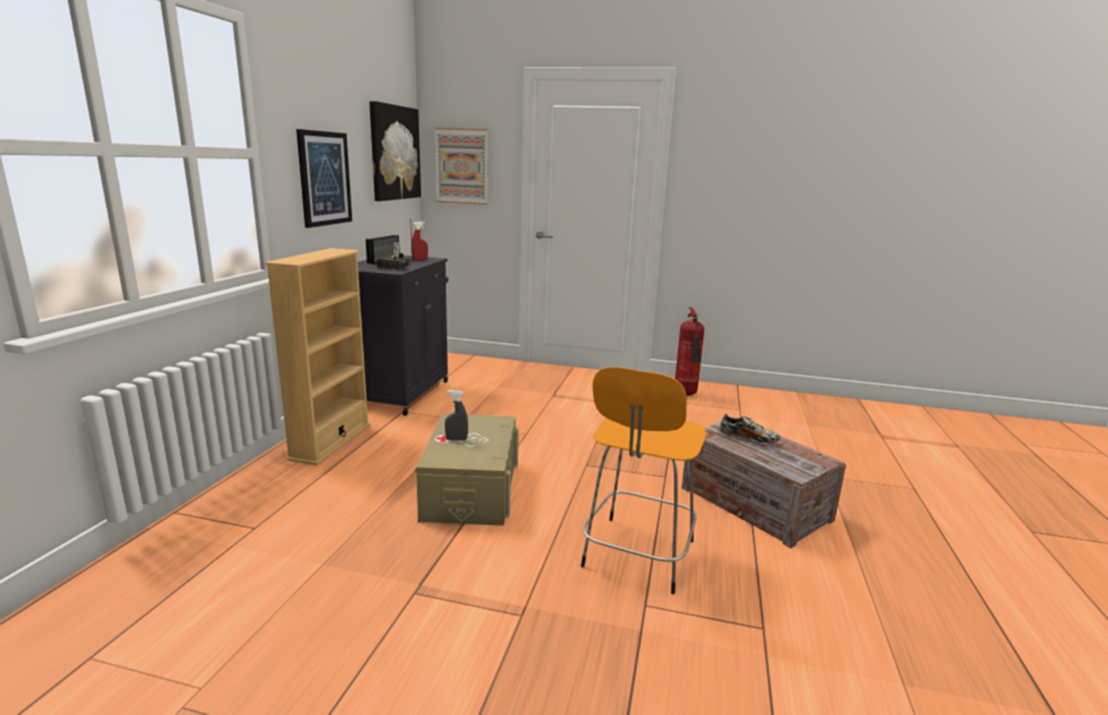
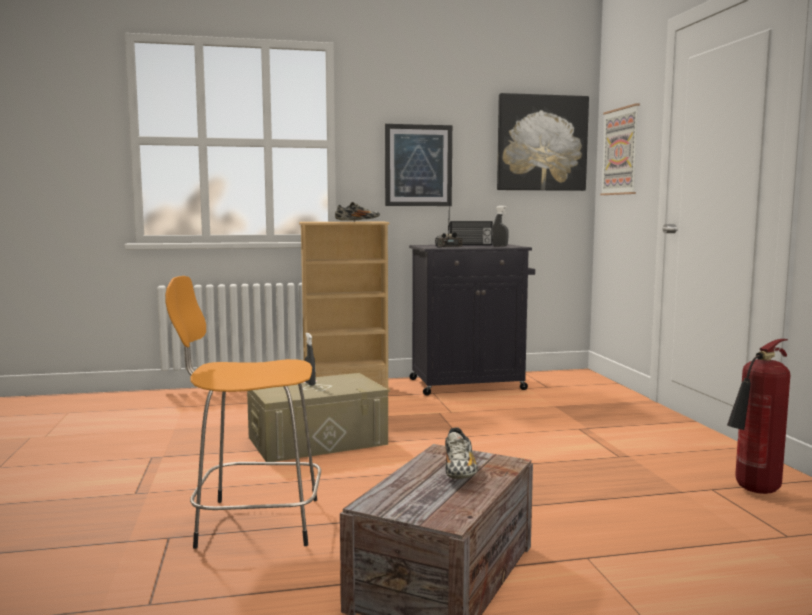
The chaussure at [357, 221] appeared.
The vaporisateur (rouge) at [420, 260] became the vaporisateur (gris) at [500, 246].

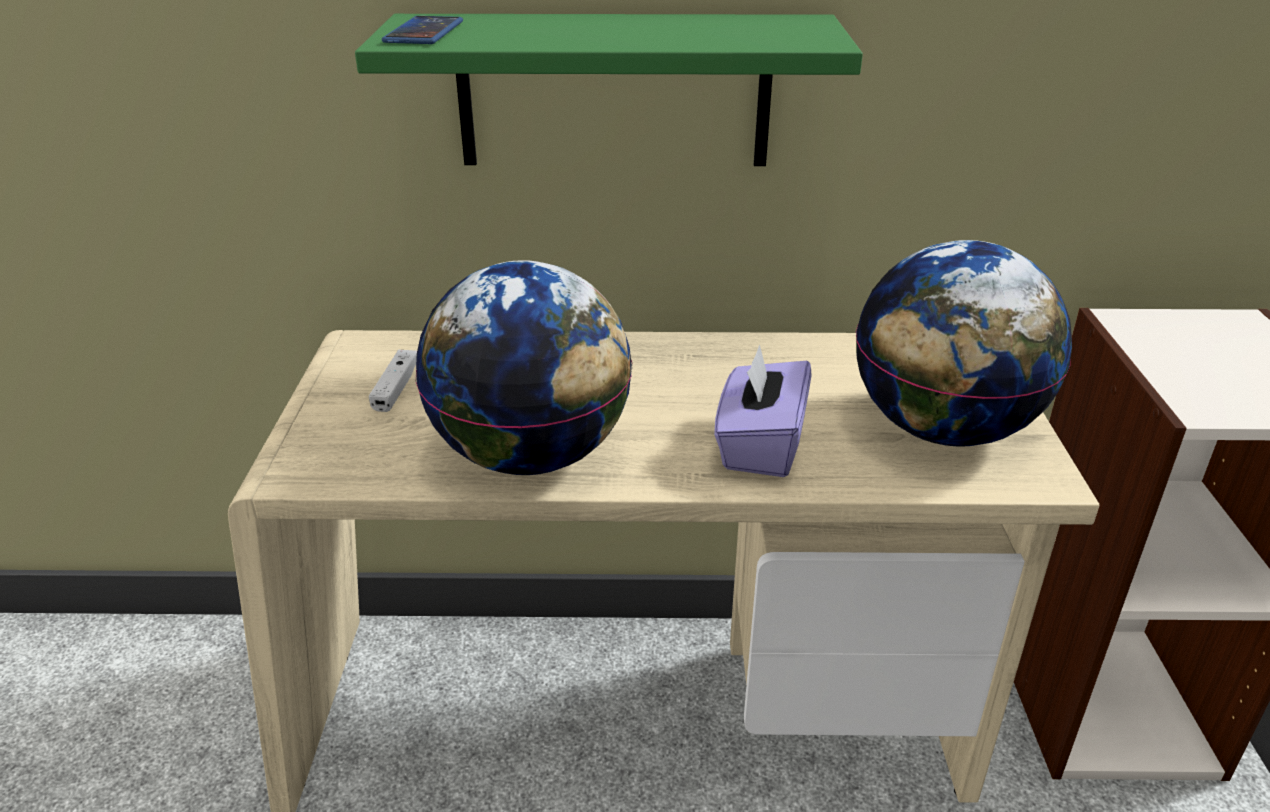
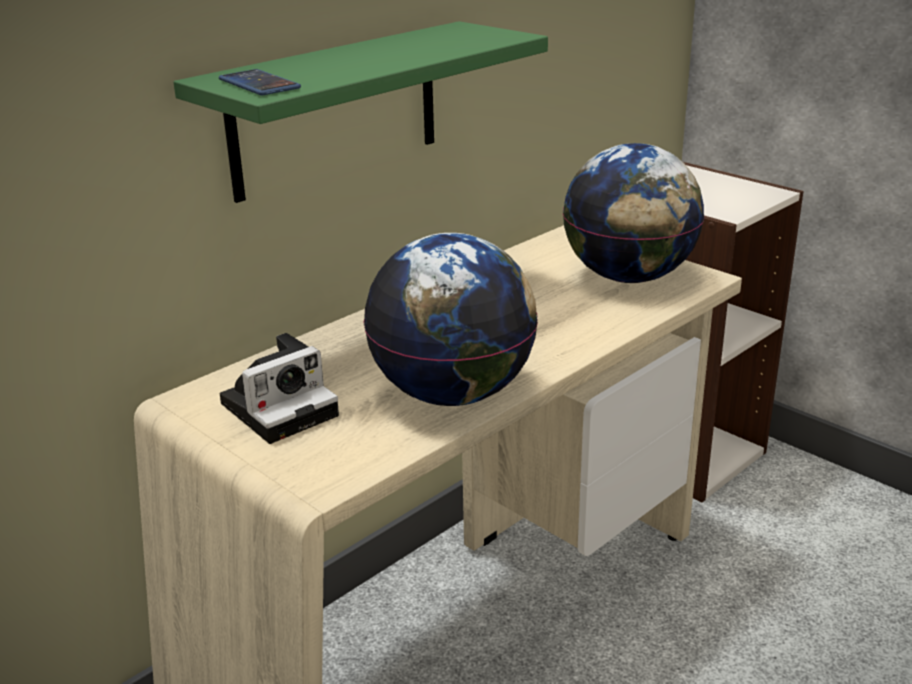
The boîte à mouchoirs (violet) at [759, 446] disappeared.
The manette (blanc) at [396, 388] was replaced by the appareil photo at [282, 407].

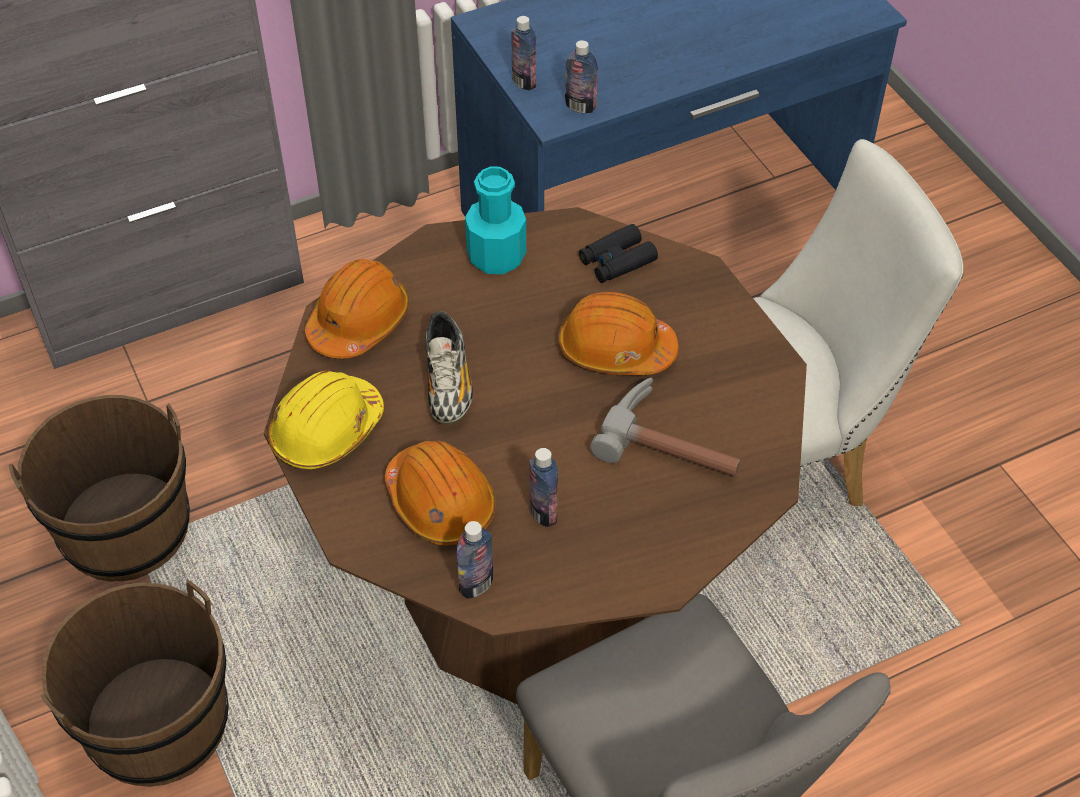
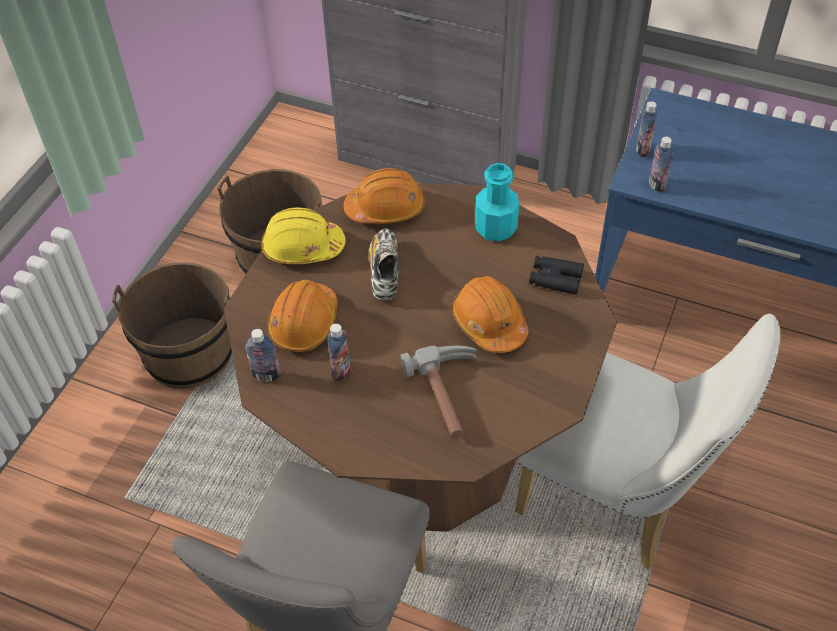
The chaussure at [448, 383] turned 135 degrees clockwise.

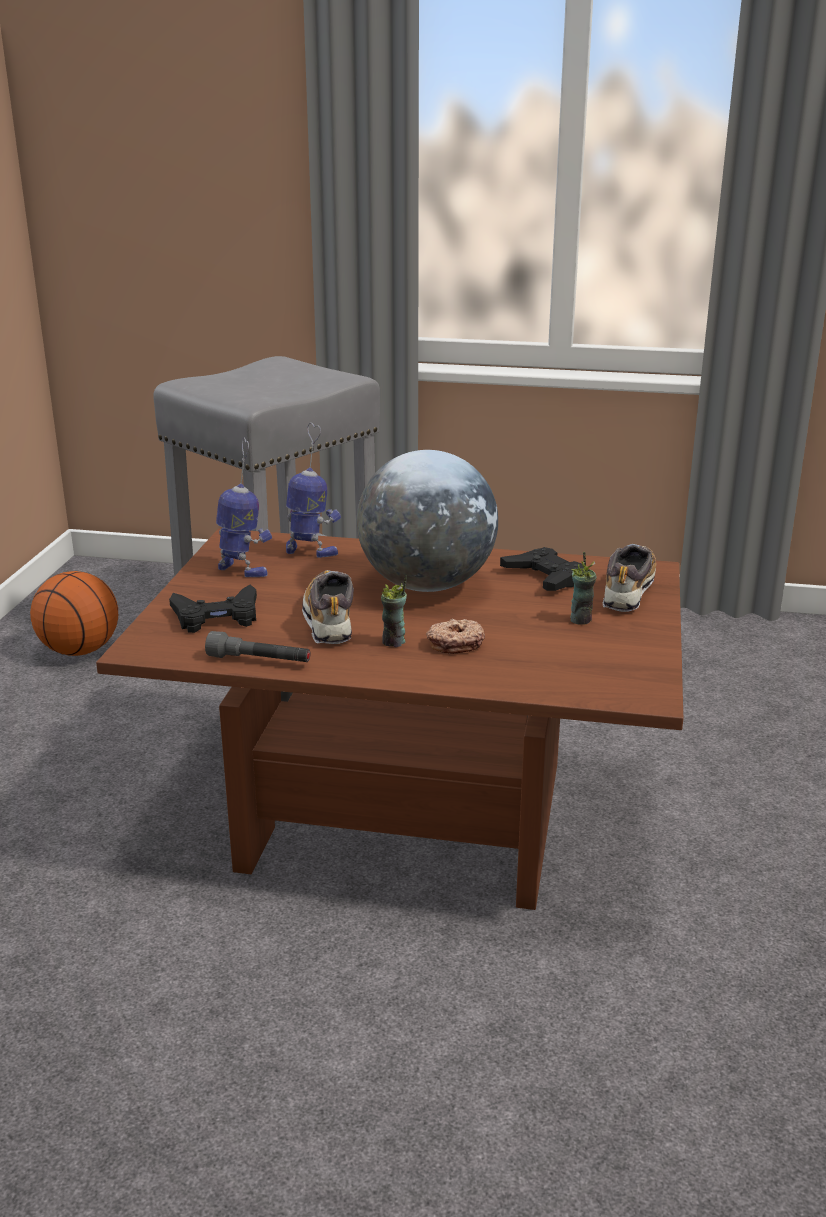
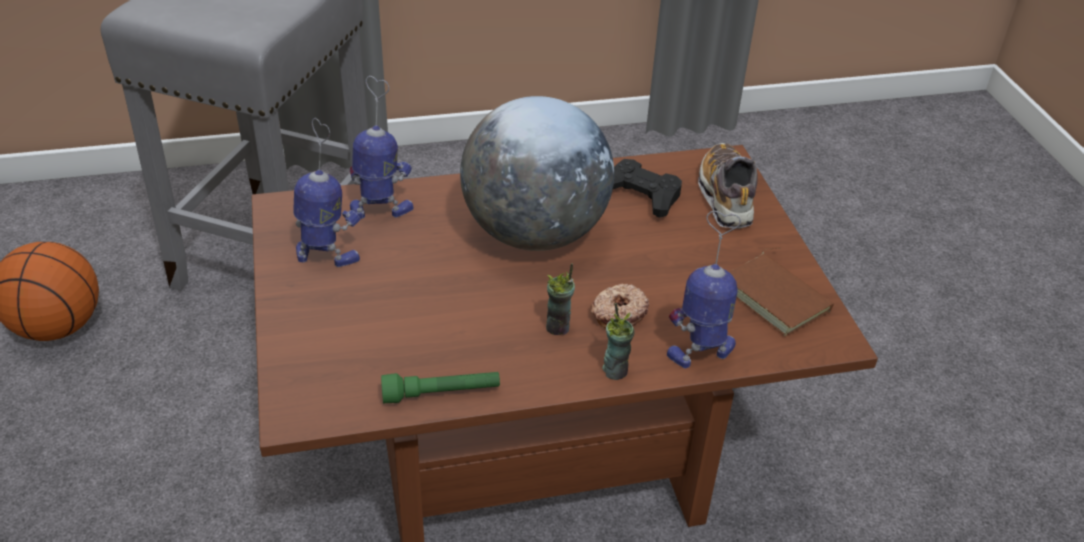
The manette (noir) at [216, 617] disappeared.
The chaussure at [329, 621] disappeared.
The robot jouet at [702, 352] appeared.
The livre (marron) at [777, 297] appeared.
The tasse moved from [581, 619] to [615, 370].
The lampe de poche (gris) at [259, 661] became the lampe de poche (vert) at [441, 394].

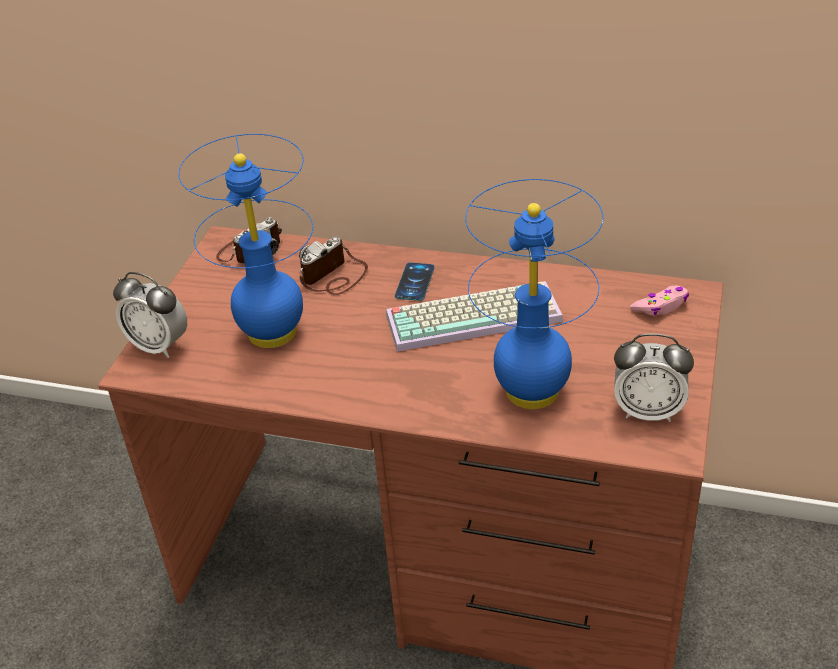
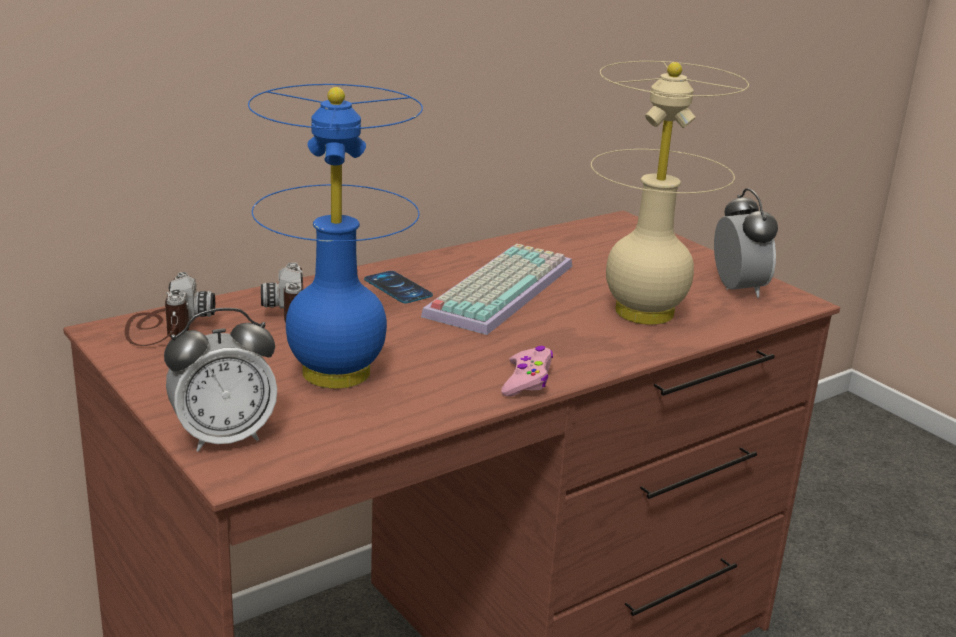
The manette (rose) moved from [661, 306] to [527, 380].
The lampe de table (bleu) at [531, 392] became the lampe de table (beige) at [644, 312].
The réveil at [648, 411] turned 60 degrees counterclockwise.

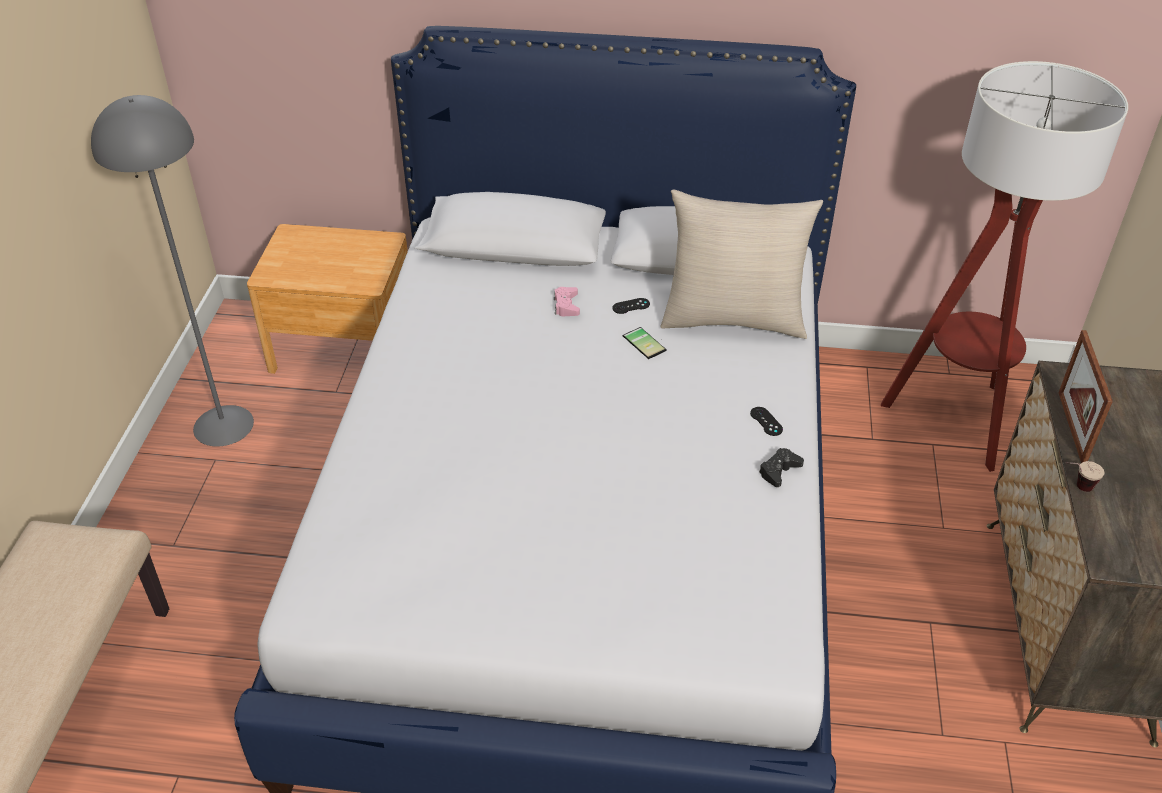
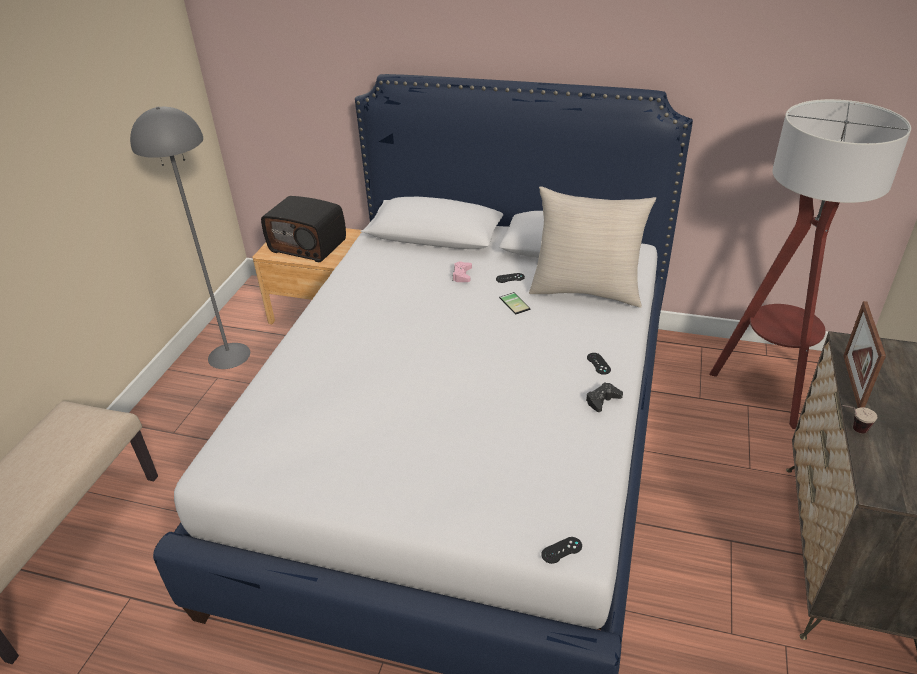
The radio at [309, 245] appeared.
The manette (noir) at [561, 550] appeared.

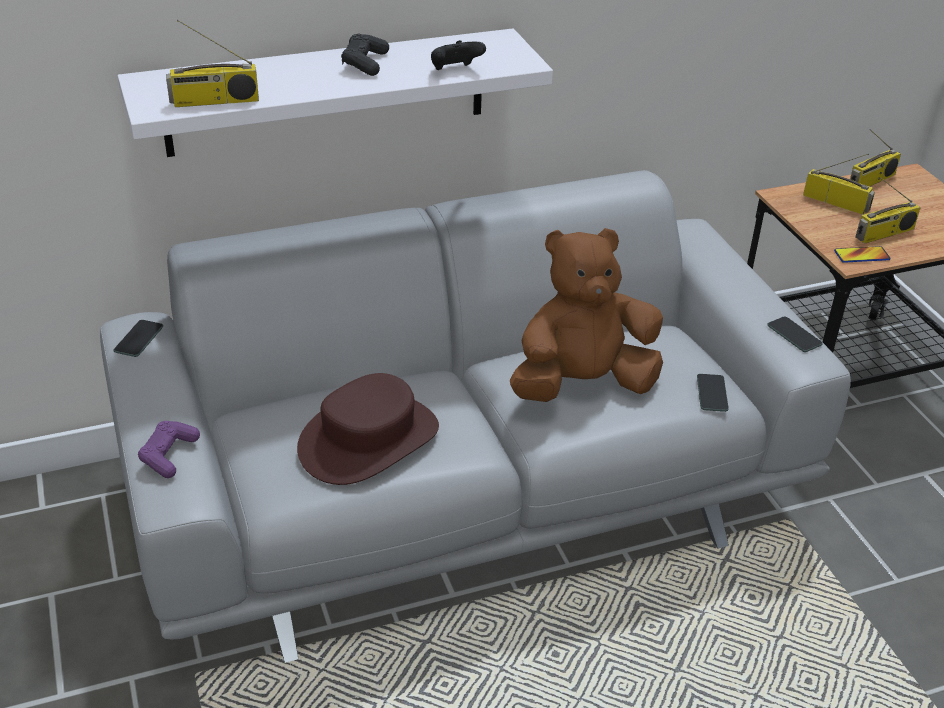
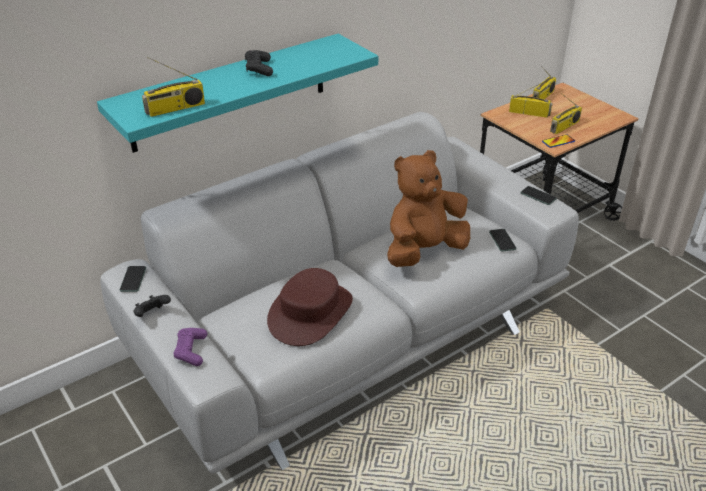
The manette (noir) moved from [455, 71] to [152, 314].
The étagère (blanc) at [327, 92] became the étagère (turquoise) at [230, 92].

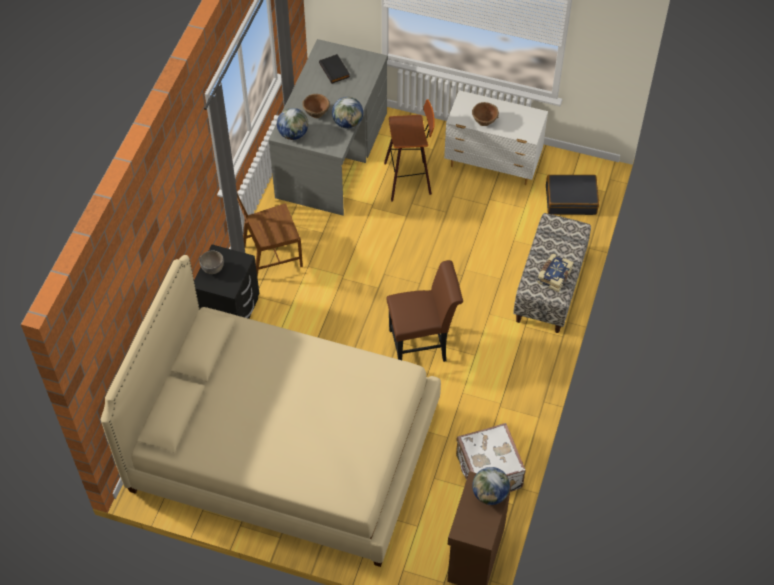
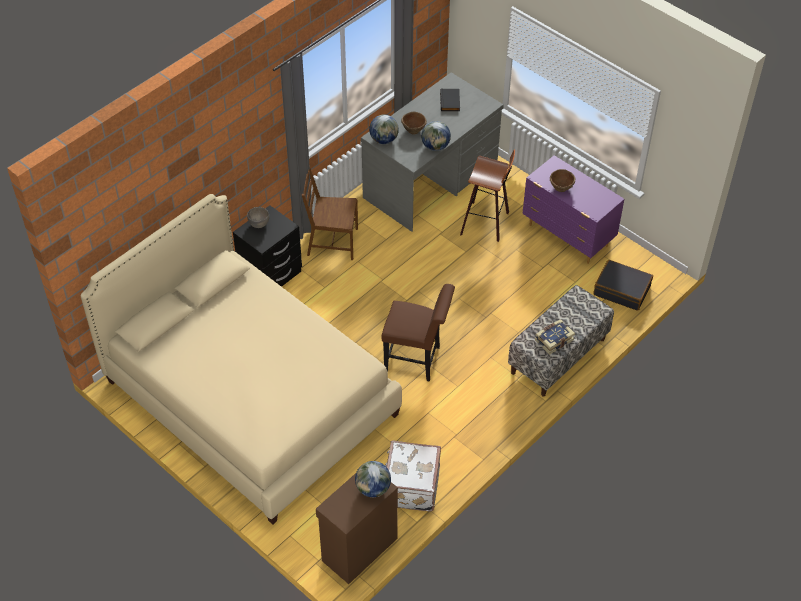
The commode (blanc) at [493, 165] became the commode (violet) at [568, 236].

